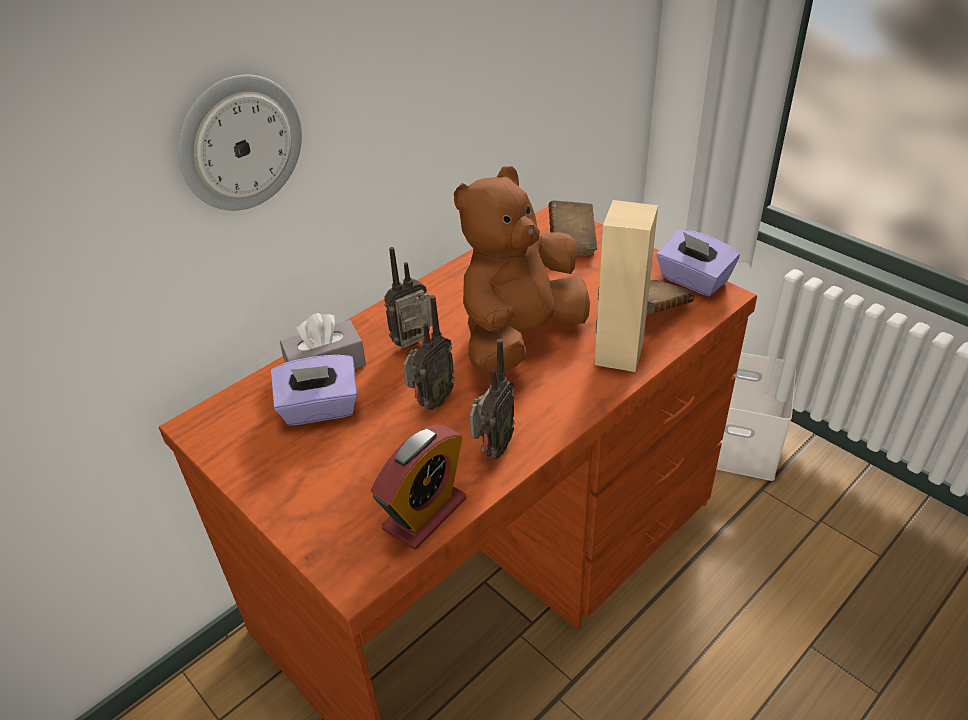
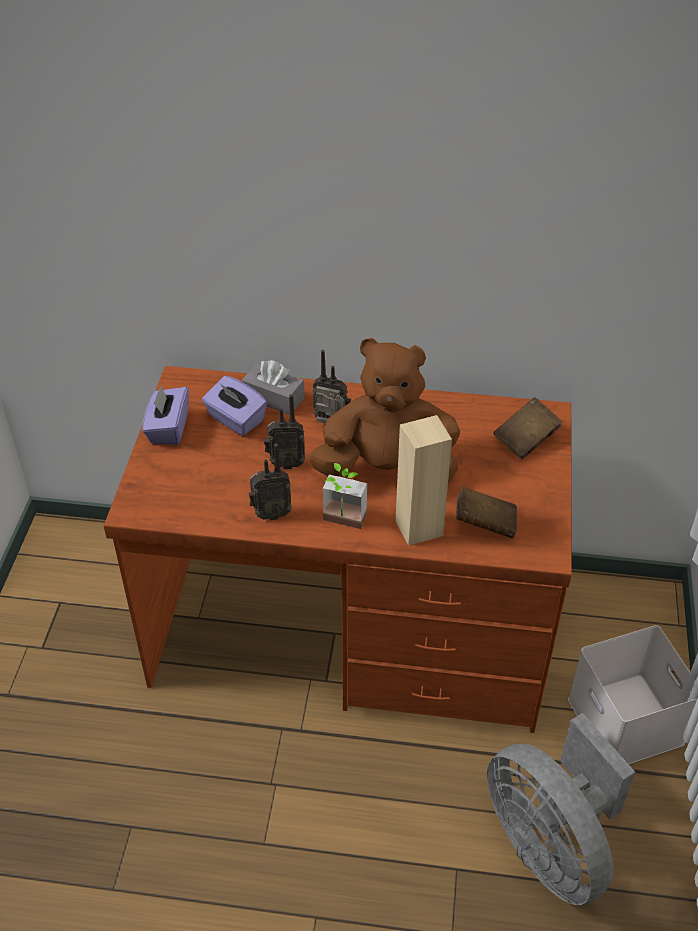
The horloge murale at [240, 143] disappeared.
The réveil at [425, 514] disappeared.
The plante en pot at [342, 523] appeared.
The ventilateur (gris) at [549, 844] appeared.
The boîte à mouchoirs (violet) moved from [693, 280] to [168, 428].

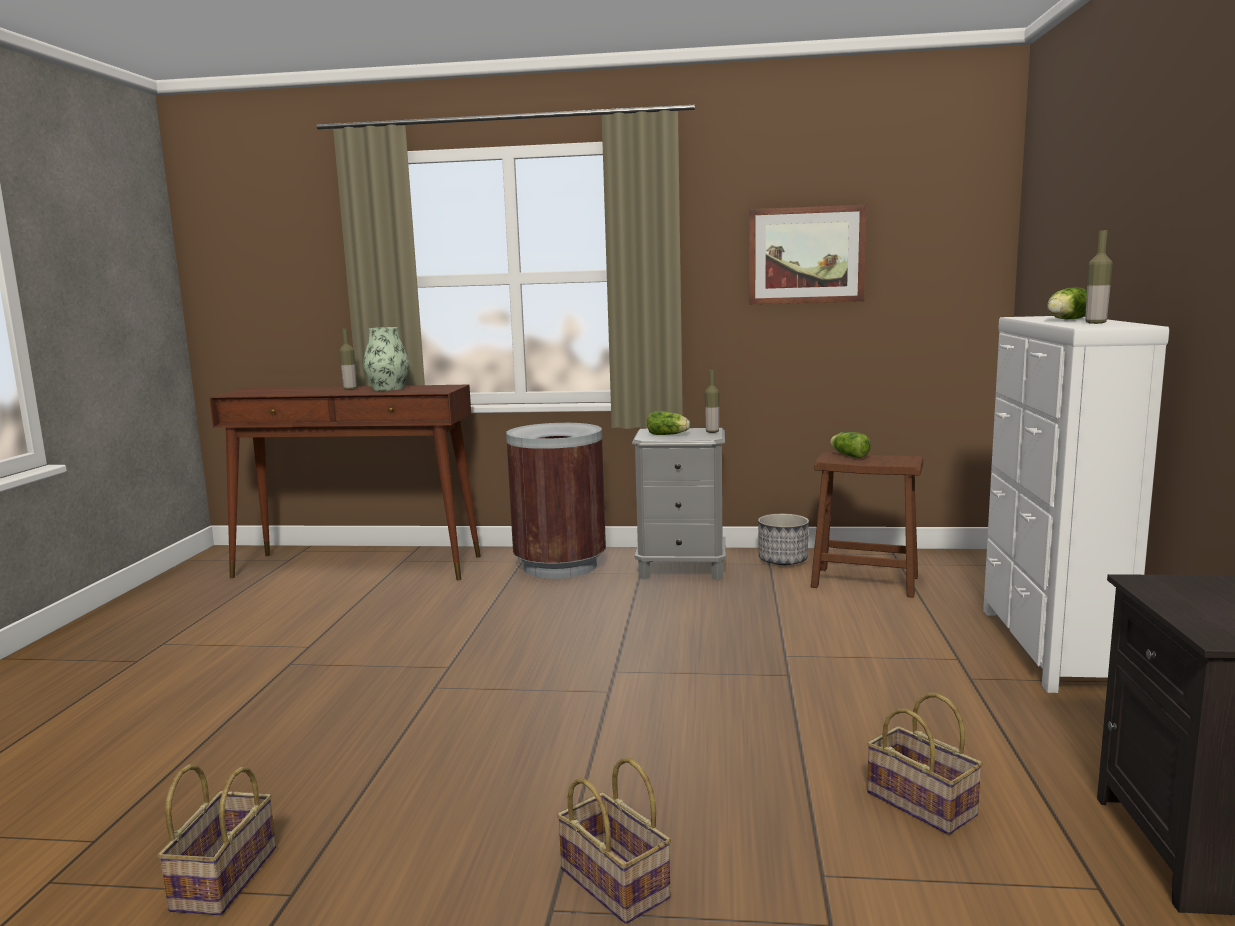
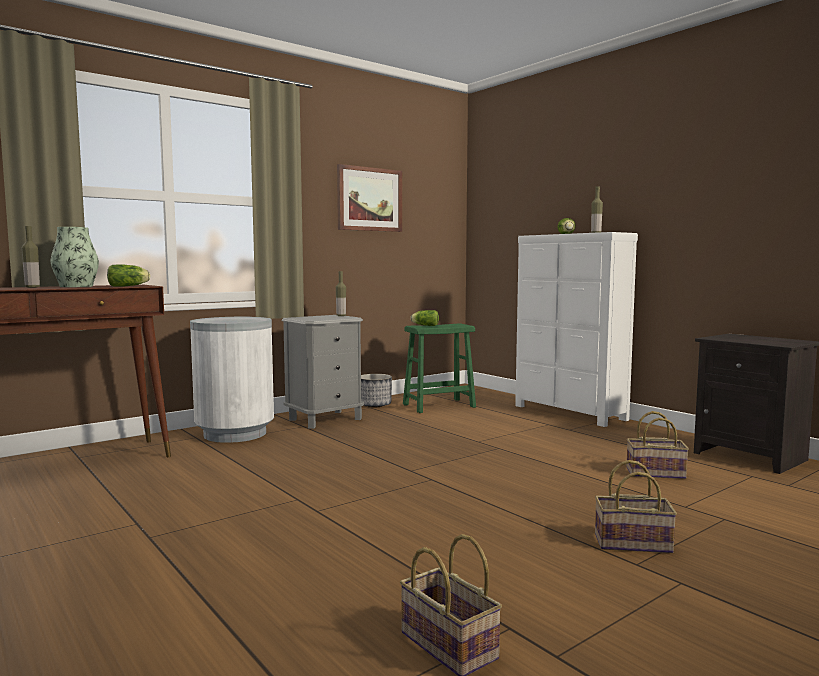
The laitue moved from [669, 435] to [129, 286].
The poubelle (marron) at [560, 566] became the poubelle (blanc) at [235, 434].
The tabouret (marron) at [865, 582] became the tabouret (vert) at [439, 406].

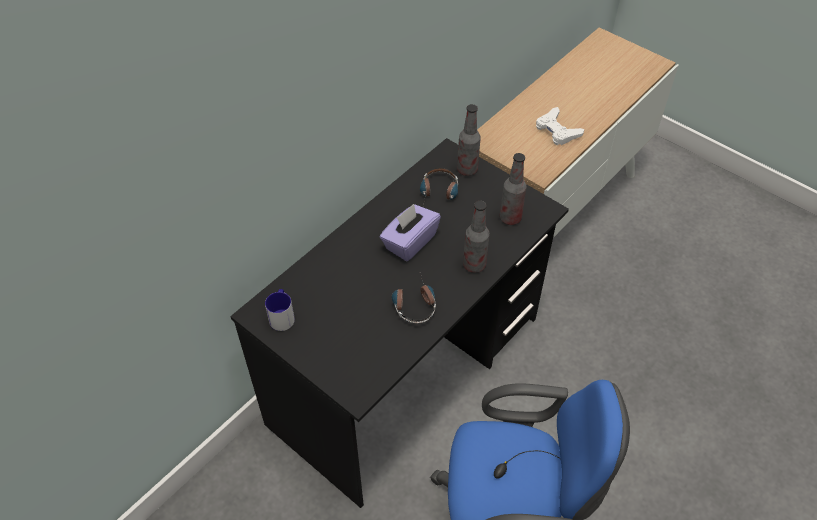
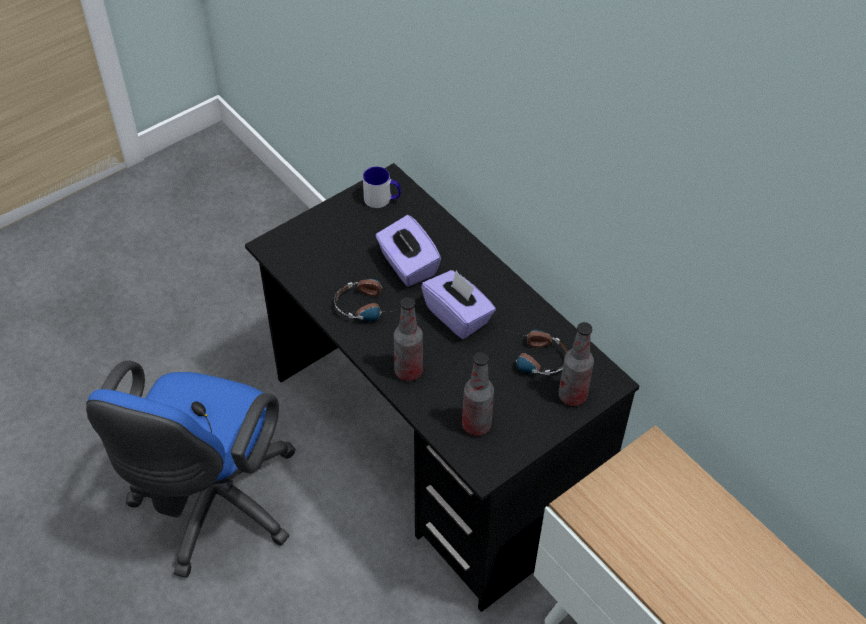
The manette (blanc) at [557, 130] disappeared.
The boîte à mouchoirs (violet) at [407, 265] appeared.

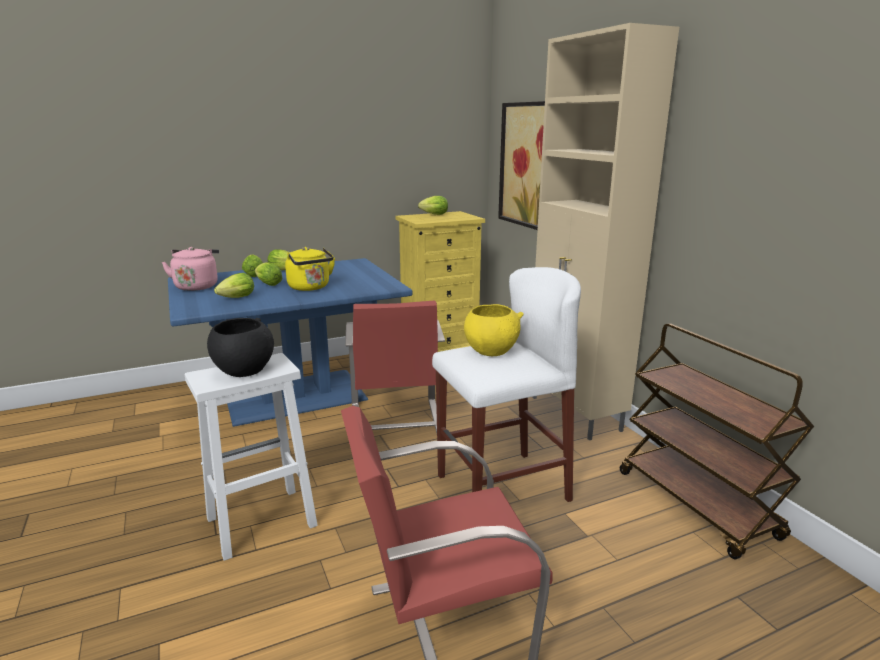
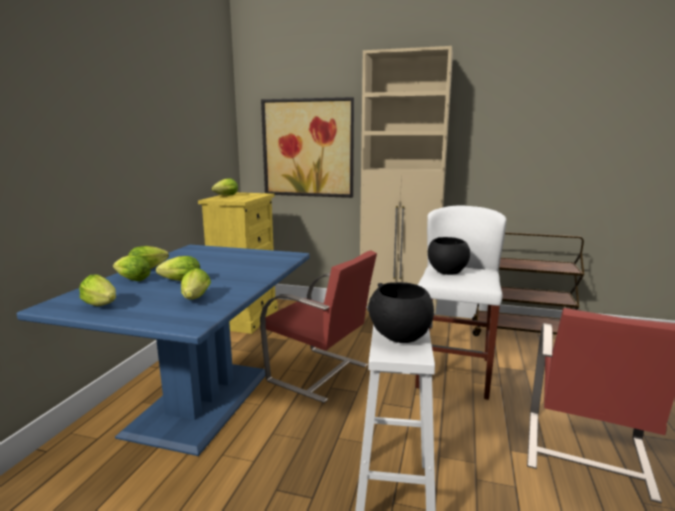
The bouilloire (jaune) at [310, 288] disappeared.
The bouilloire (rose) at [197, 286] was replaced by the laitue at [102, 305].
The bol (jaune) at [491, 351] became the bol (noir) at [447, 271].

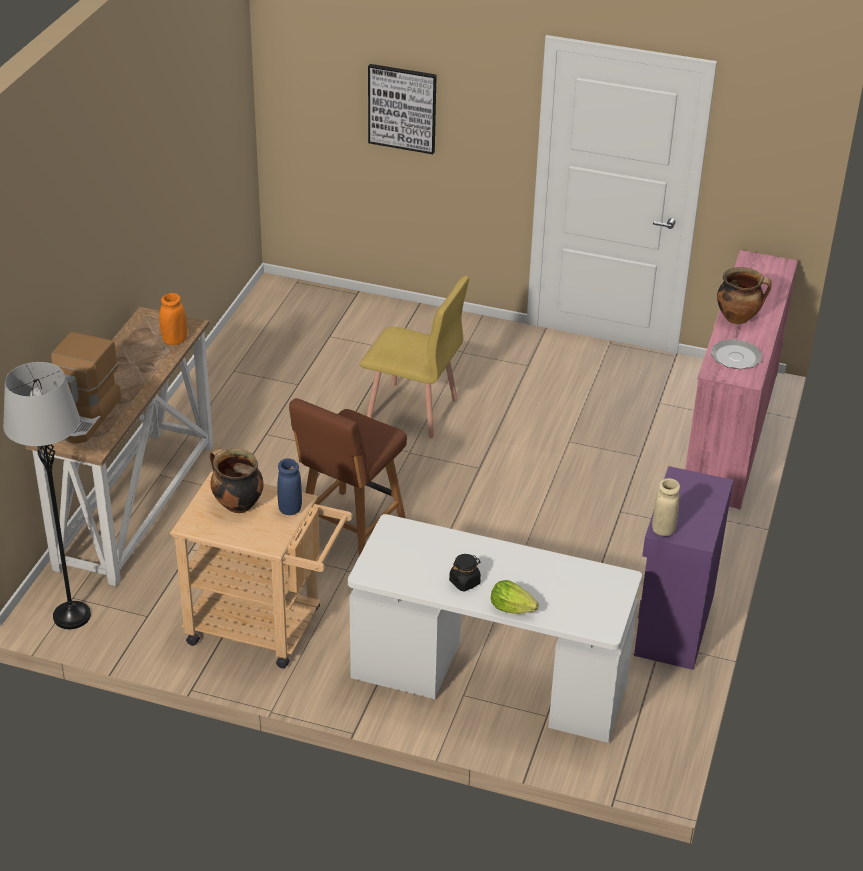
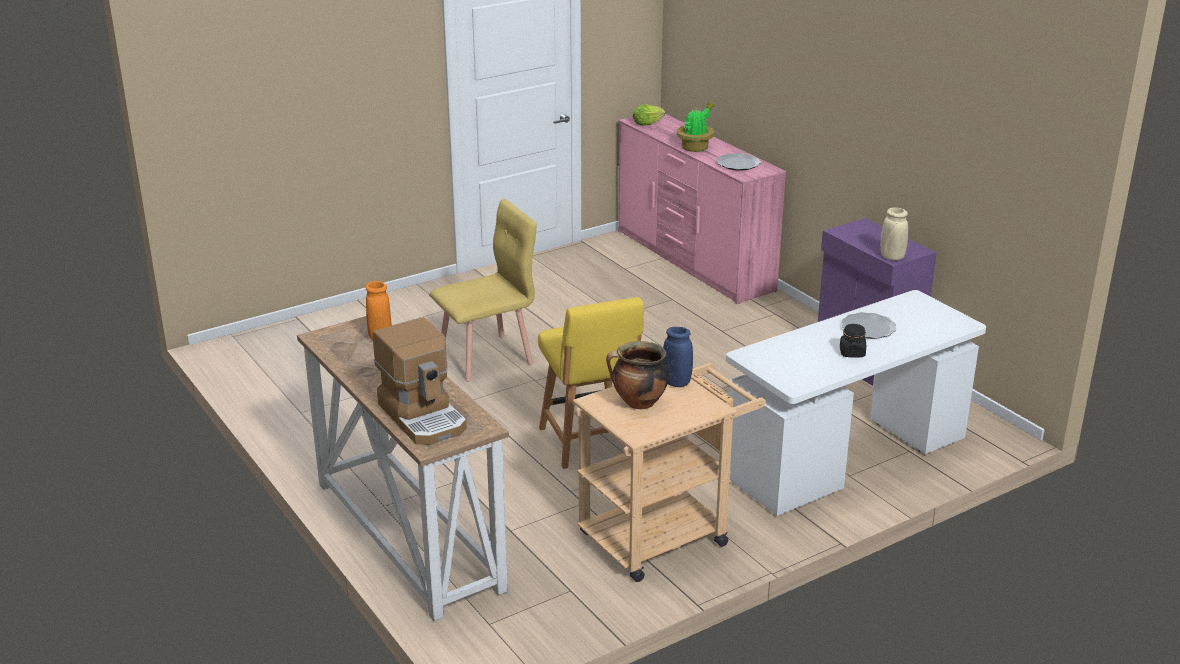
The lampadaire (gris) at [72, 616] disappeared.
The tableau at [402, 108] disappeared.
The assiette at [868, 328] appeared.
The laitue moved from [511, 608] to [647, 124].
The marmite at [738, 318] was replaced by the plante en pot at [695, 147].
The chaise (marron) at [349, 527] became the chaise (jaune) at [590, 443].

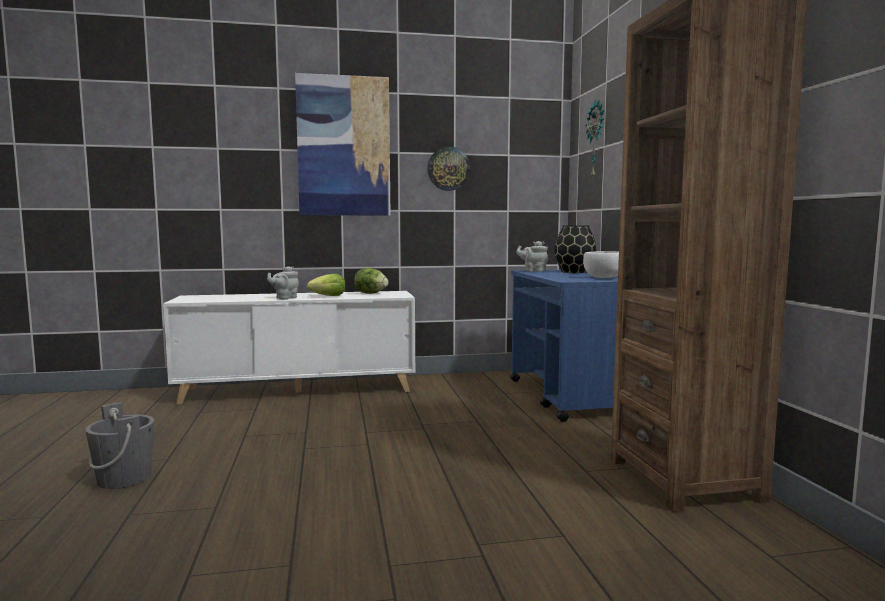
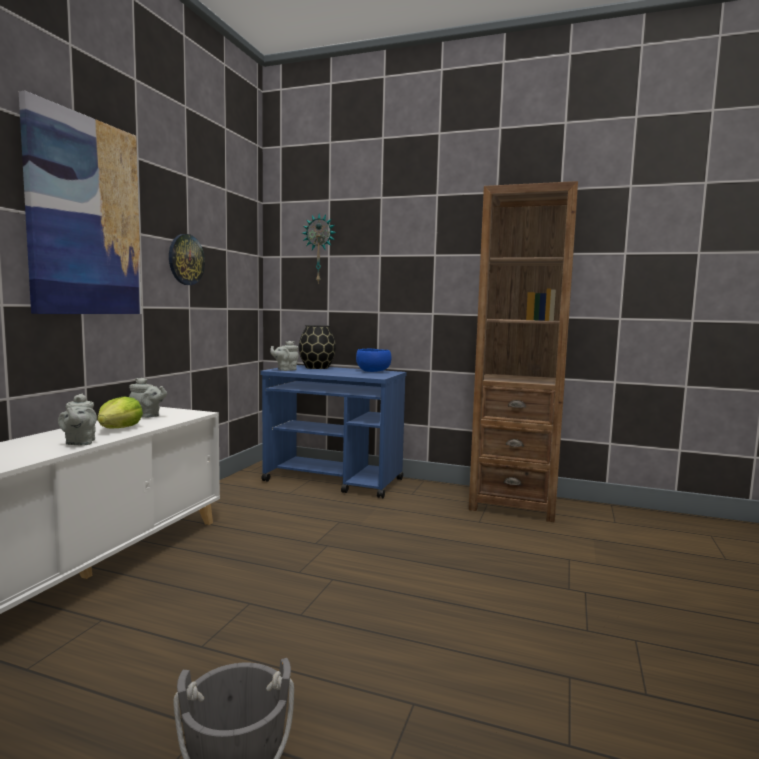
The laitue at [371, 293] was replaced by the théière (gris) at [147, 416].
The bol (blanc) at [604, 277] became the bol (bleu) at [373, 371].

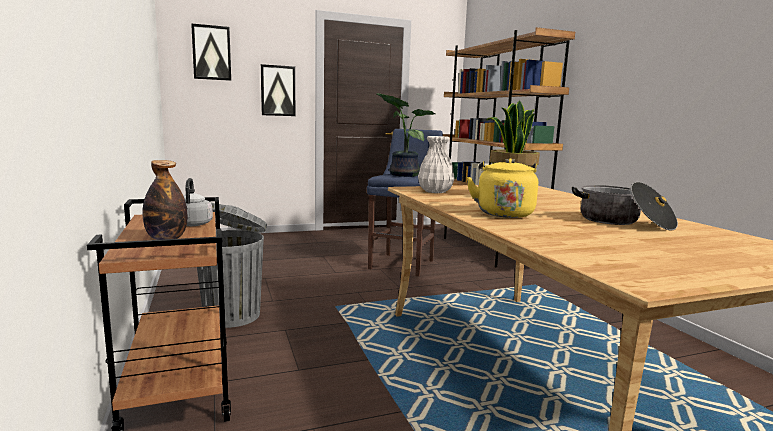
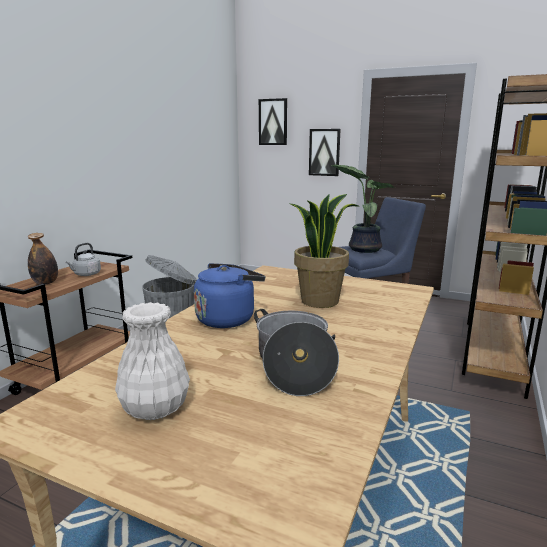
The vase (blanc) moved from [435, 191] to [154, 408].
The bouilloire (jaune) at [503, 213] became the bouilloire (bleu) at [228, 319].

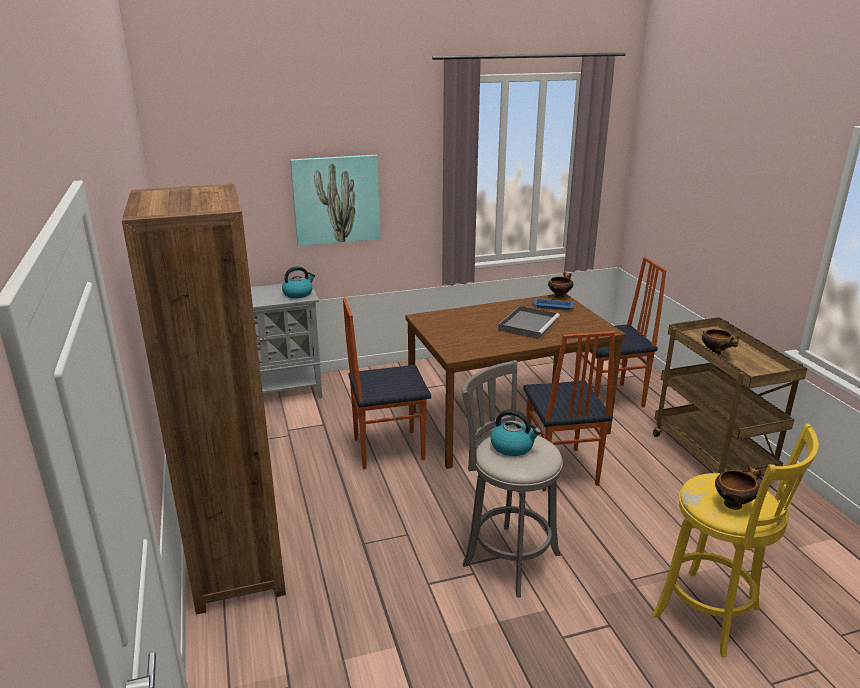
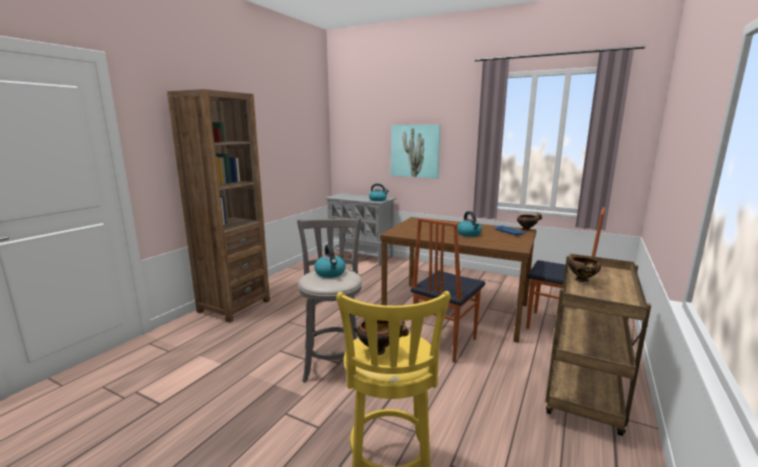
The chaise at [387, 448] disappeared.
The plateau (gris) at [528, 324] was replaced by the bouilloire at [469, 234].

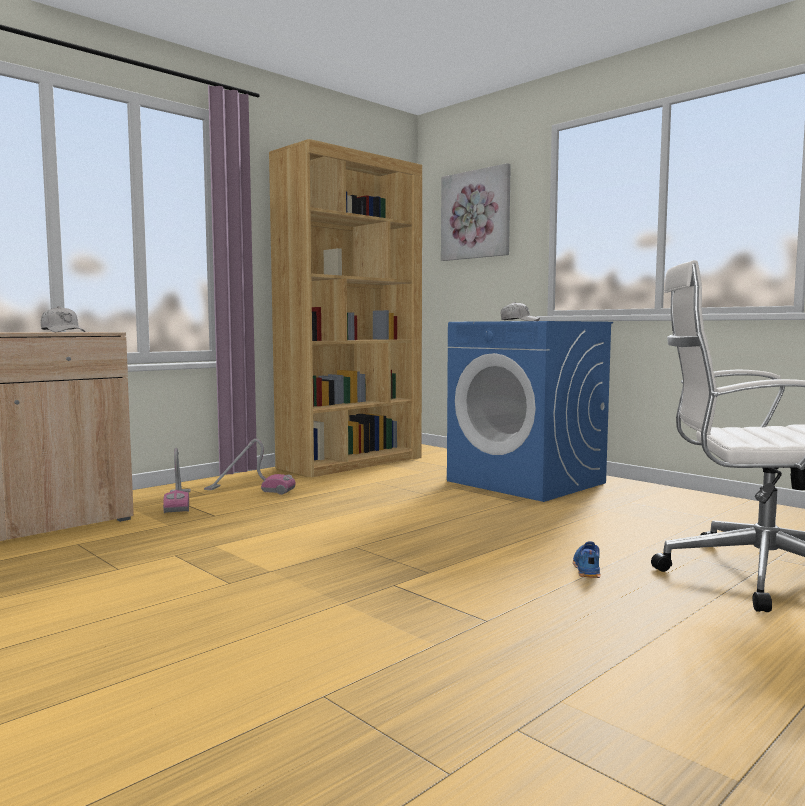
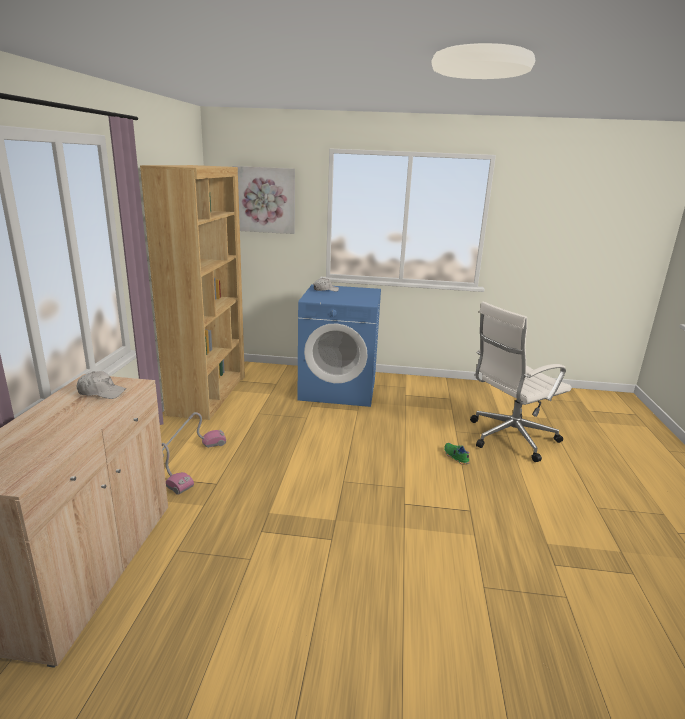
The chaussure (bleu) at [586, 568] became the chaussure (vert) at [455, 457].

